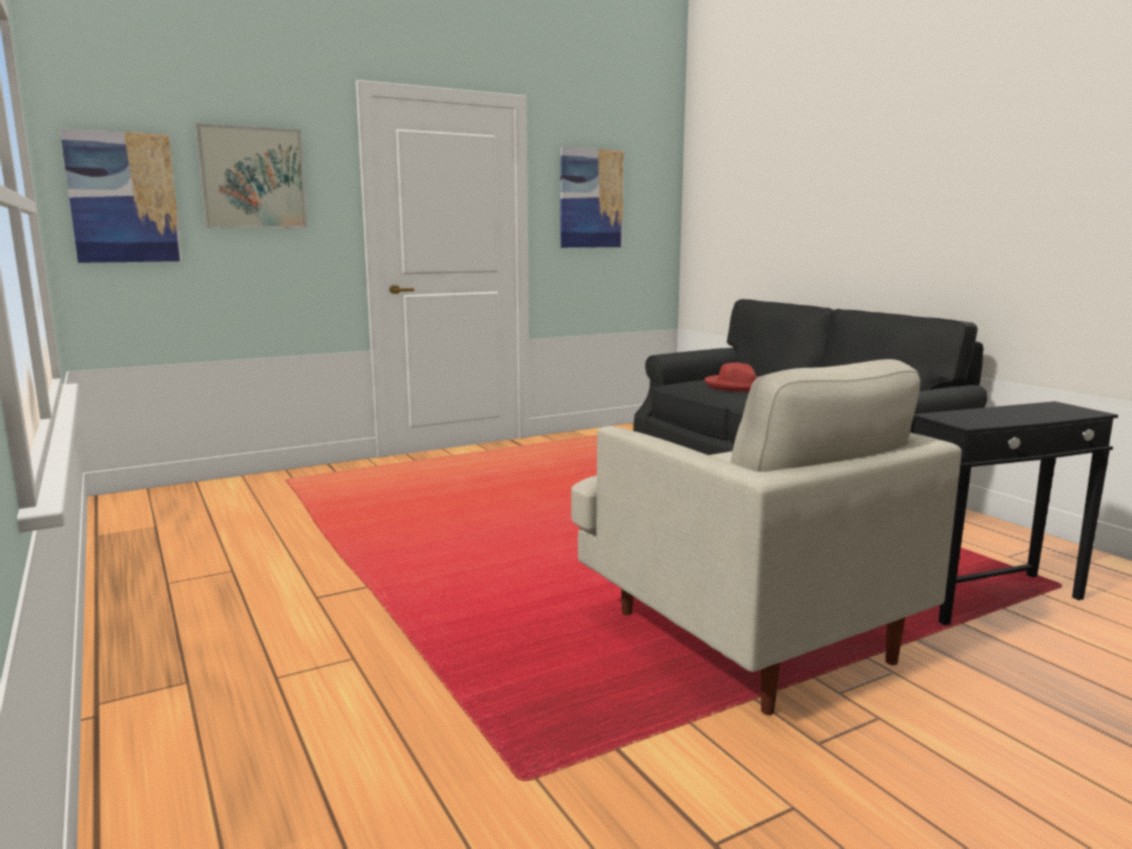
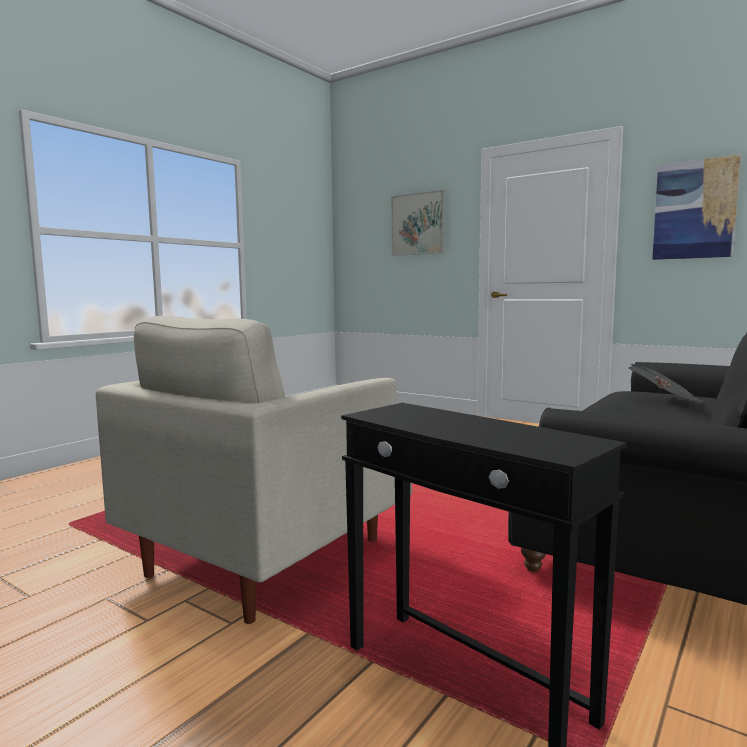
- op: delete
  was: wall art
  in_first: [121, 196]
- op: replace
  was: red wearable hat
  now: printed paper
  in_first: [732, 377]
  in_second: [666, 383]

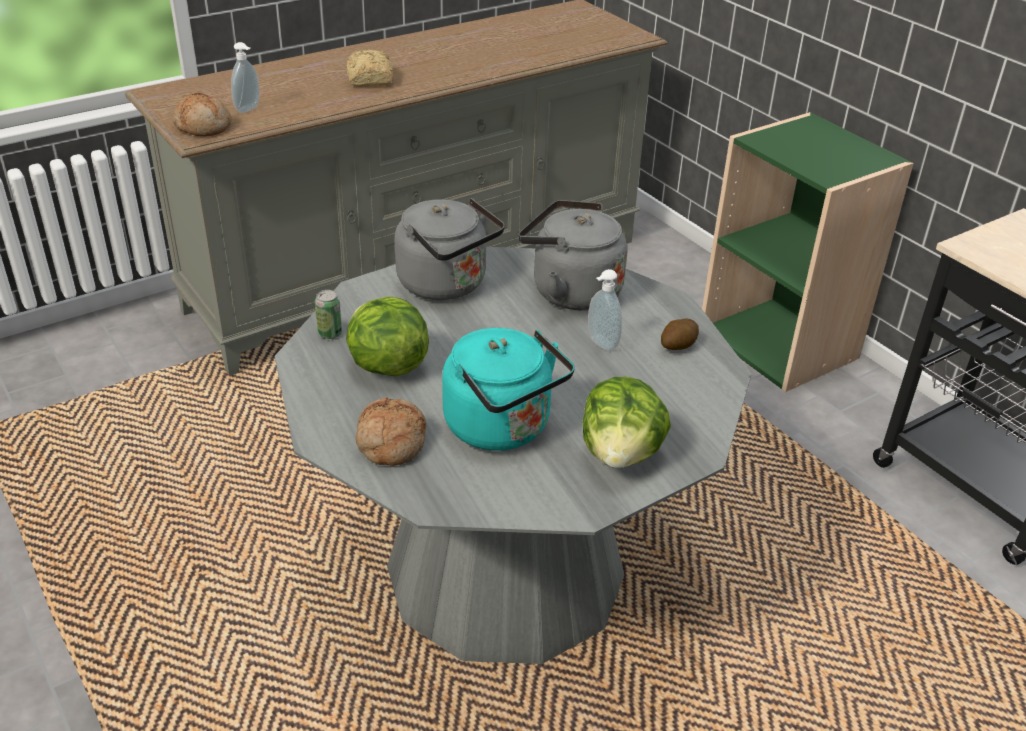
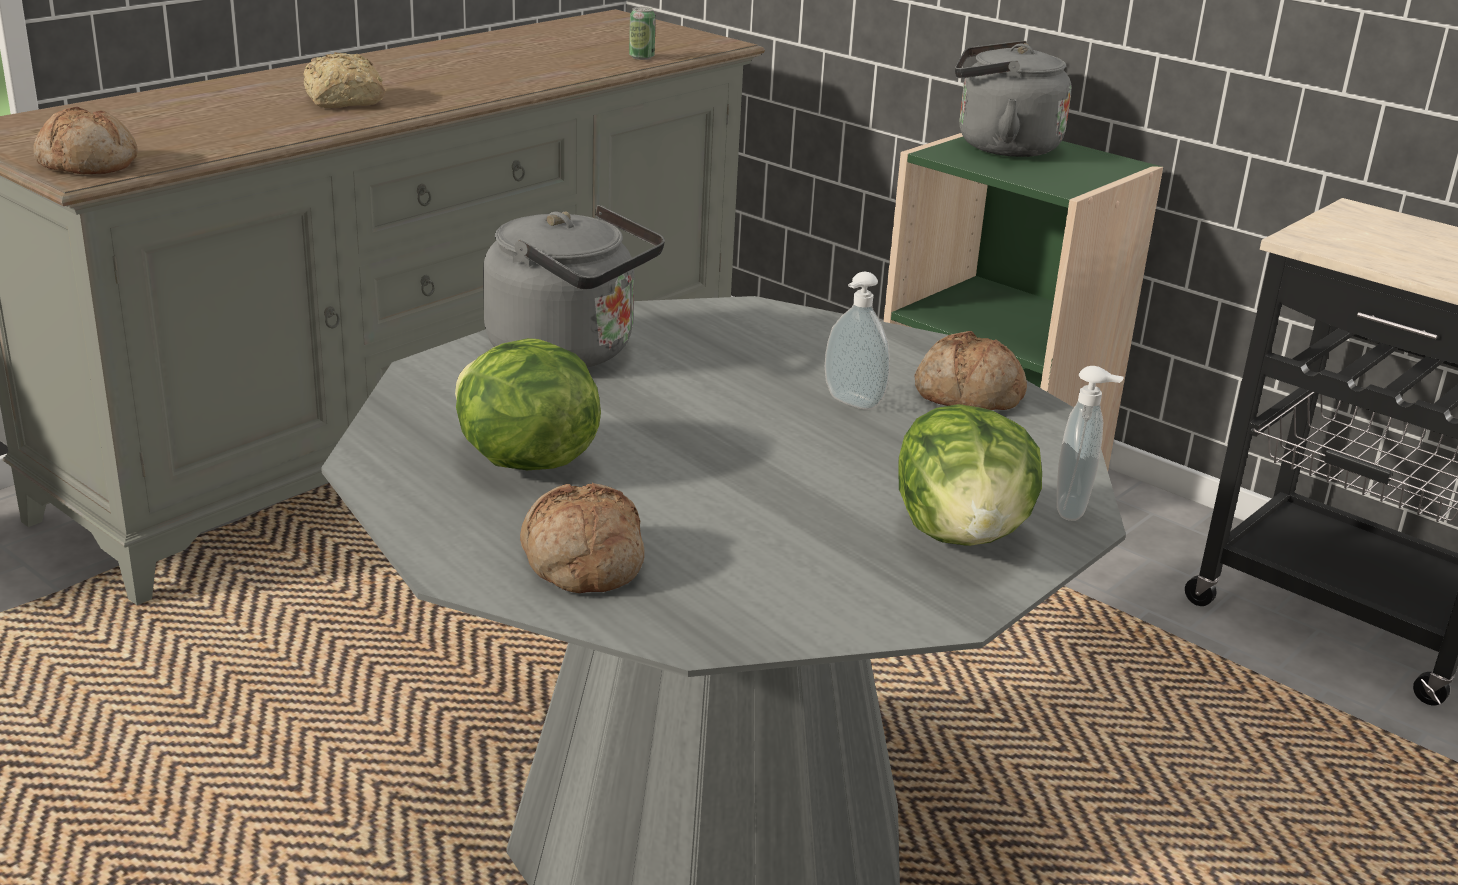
- op: move
  was: soap bottle
  in_first: [245, 77]
  in_second: [1090, 443]
- op: move
  was: gray water kettle
  in_first: [573, 255]
  in_second: [1013, 99]
- op: move
  was: metal can
  in_first: [328, 314]
  in_second: [642, 33]
- op: replace
  was: whole potato
  now: bakery bread
  in_first: [680, 334]
  in_second: [971, 370]
- op: delete
  was: blue-green water kettle
  in_first: [508, 389]

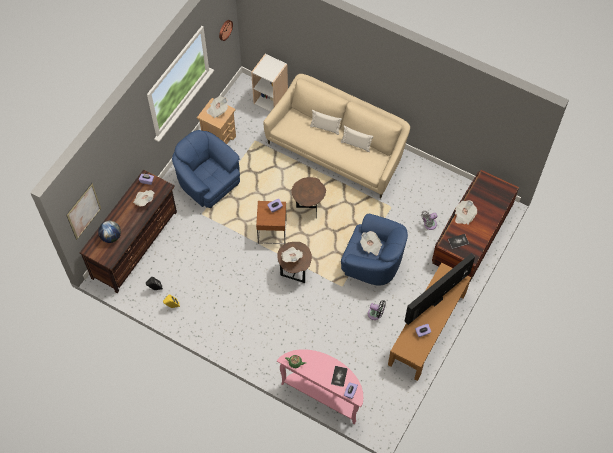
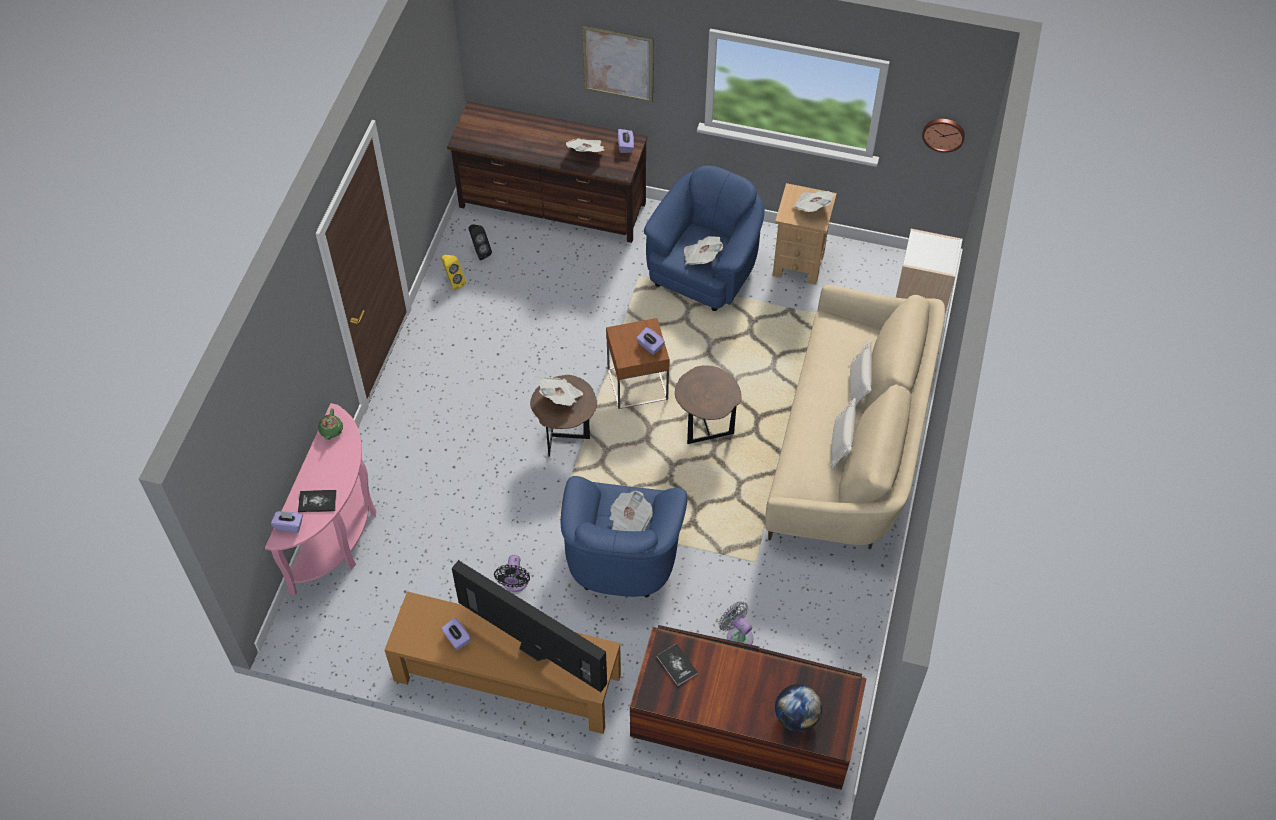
- op: move
  was: wall art
  in_first: [83, 211]
  in_second: [618, 63]
- op: move
  was: printed paper
  in_first: [466, 212]
  in_second: [703, 250]
- op: move
  was: desk globe
  in_first: [109, 232]
  in_second: [798, 708]

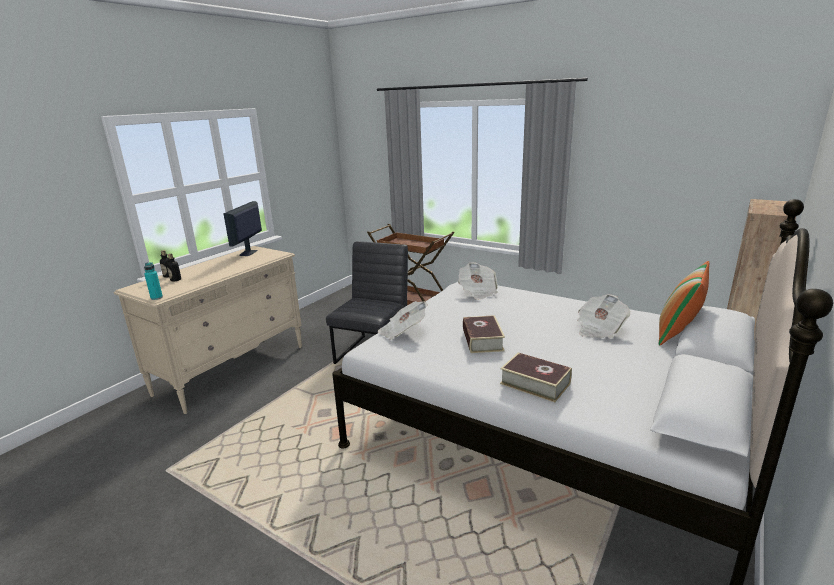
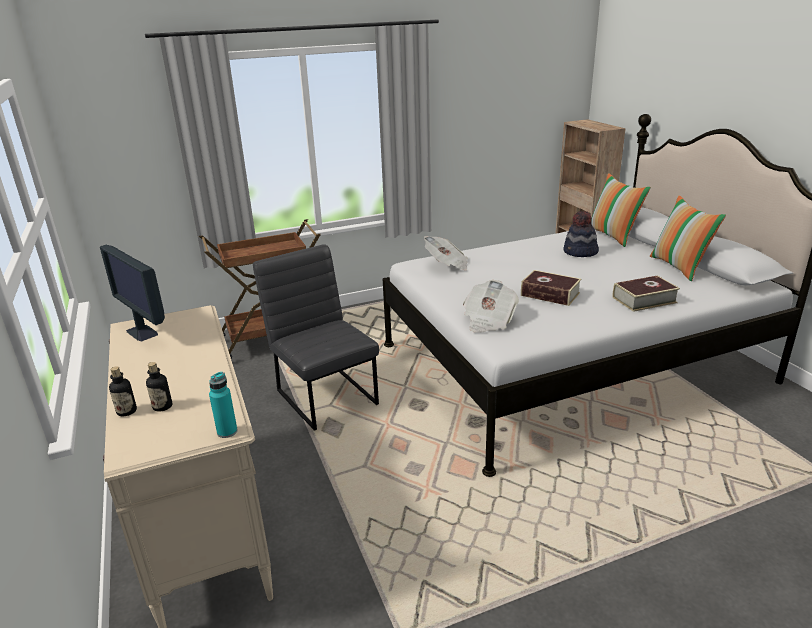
- op: replace
  was: printed paper
  now: wearable hat
  in_first: [604, 316]
  in_second: [581, 234]
- op: insert
  now: cushion
  in_second: [688, 238]

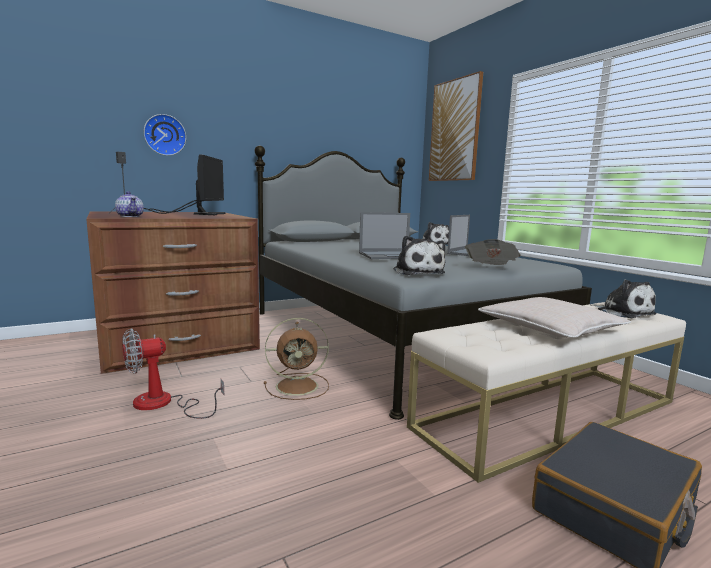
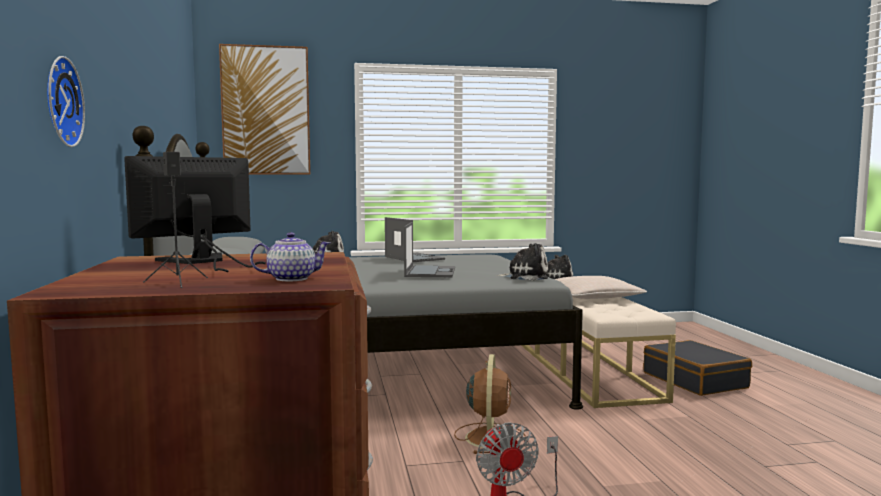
- op: rotate
  was: computer screen
  in_first: [185, 184]
  in_second: [195, 214]
  clockwise: -60
- op: delete
  was: printed paper
  in_first: [493, 252]

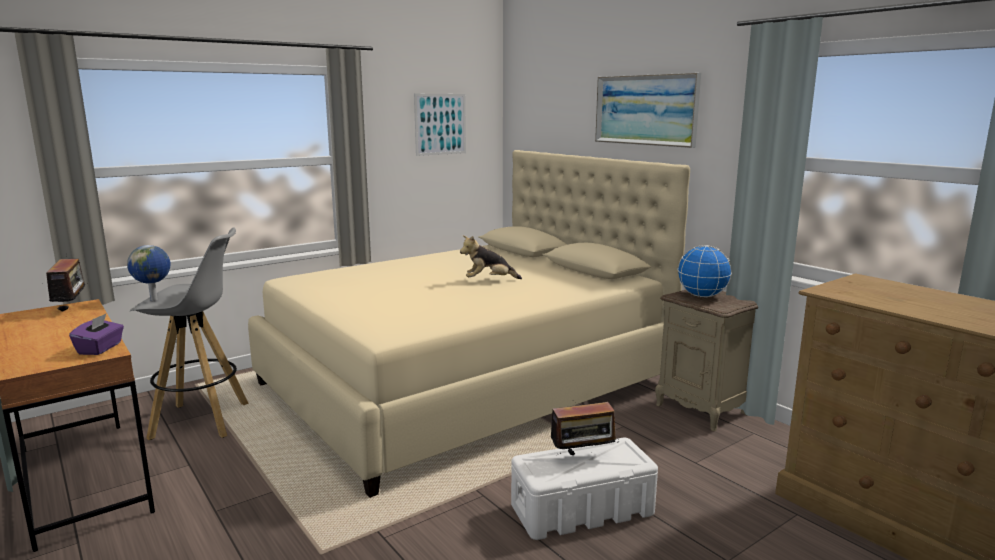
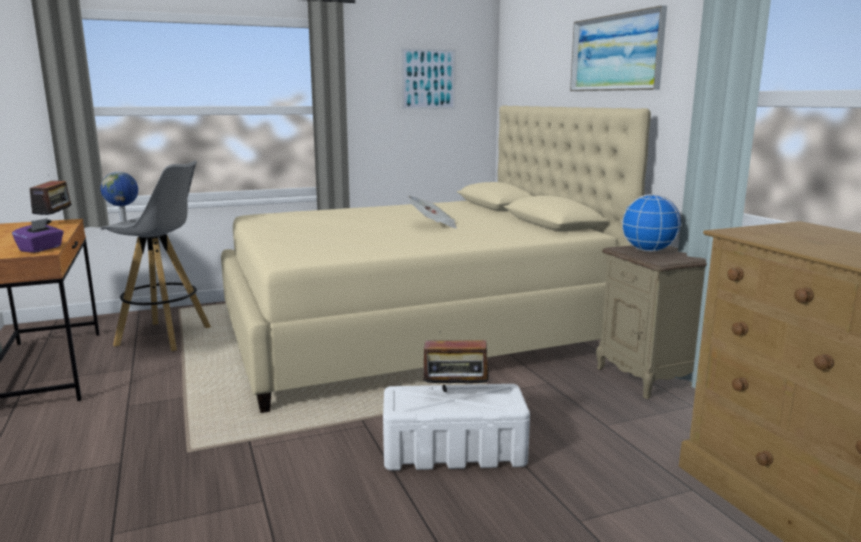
- op: replace
  was: plush toy
  now: printed paper
  in_first: [491, 257]
  in_second: [432, 212]

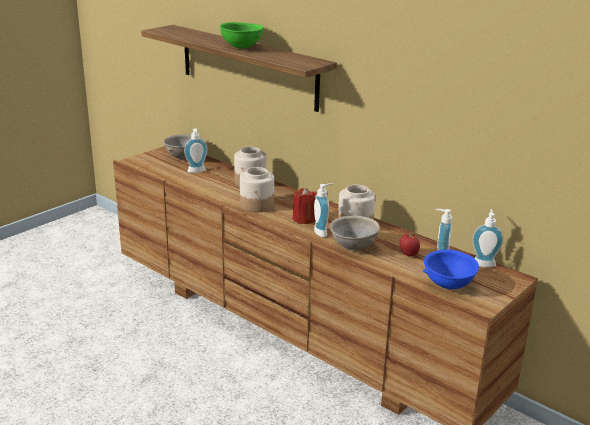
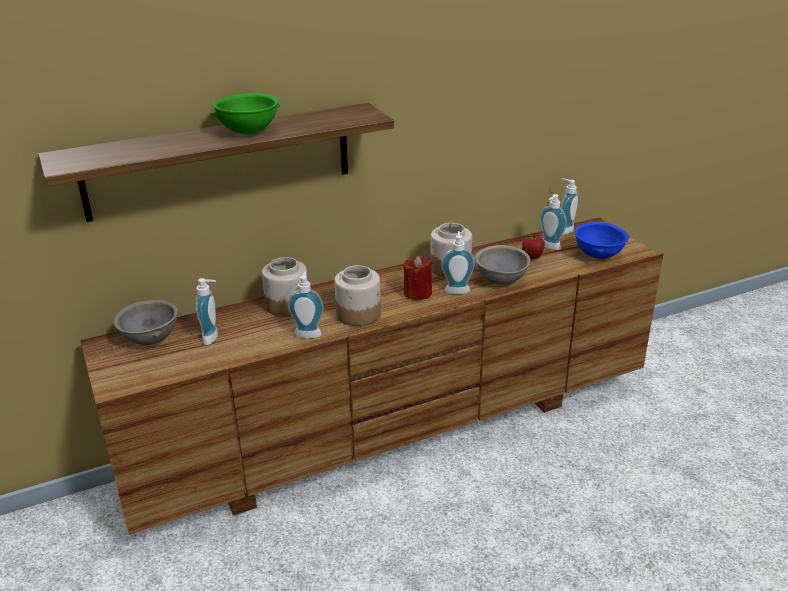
- op: insert
  now: soap bottle
  in_second: [306, 304]

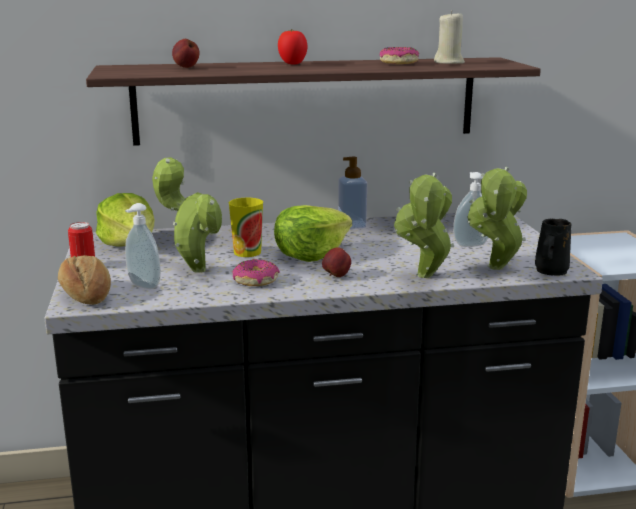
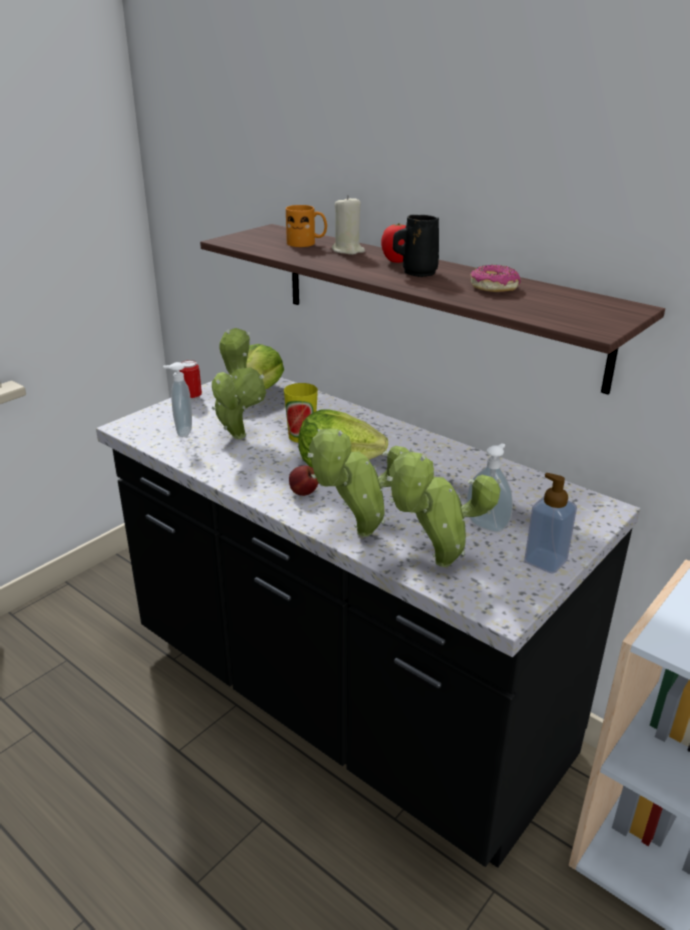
- op: move
  was: beige wax candle
  in_first: [449, 37]
  in_second: [348, 225]
- op: replace
  was: apple fruit
  now: orange tea mug
  in_first: [186, 53]
  in_second: [306, 226]
- op: move
  was: soap bottle
  in_first: [352, 193]
  in_second: [550, 523]
- op: move
  was: black-coloured tea mug
  in_first: [553, 247]
  in_second: [416, 246]
- op: delete
  was: bakery bread
  in_first: [84, 279]
- op: delete
  was: doughnut
  in_first: [256, 272]

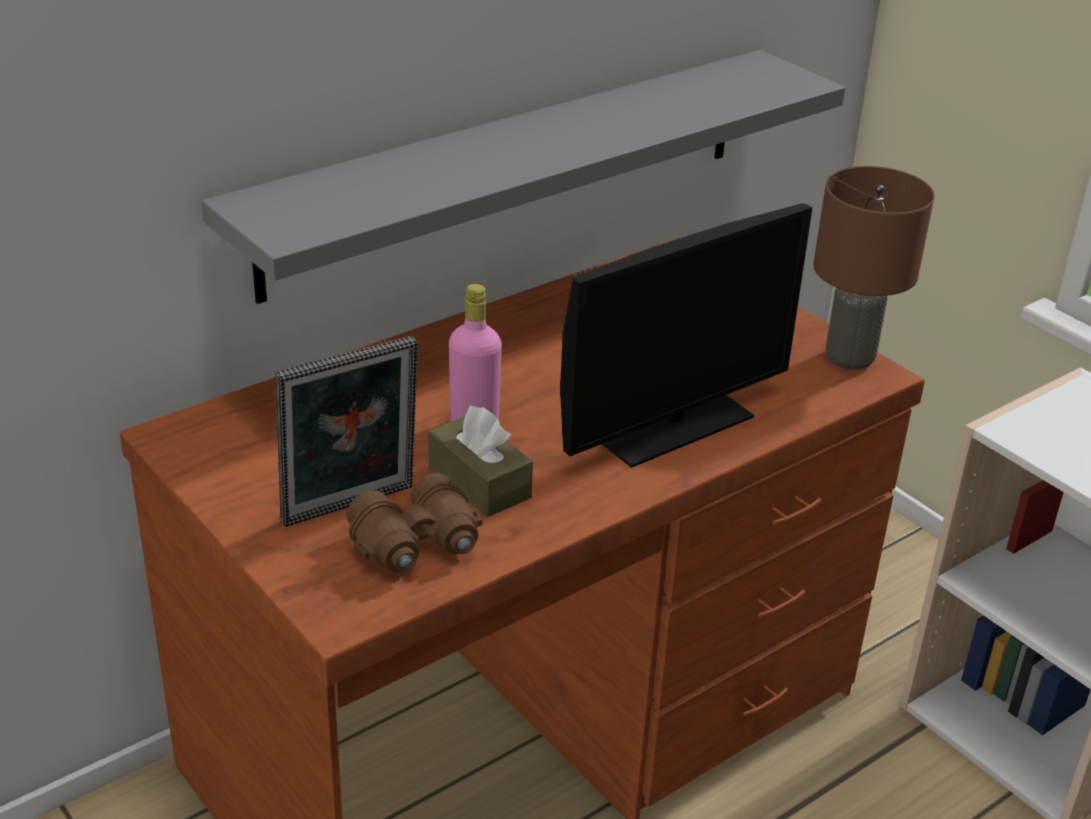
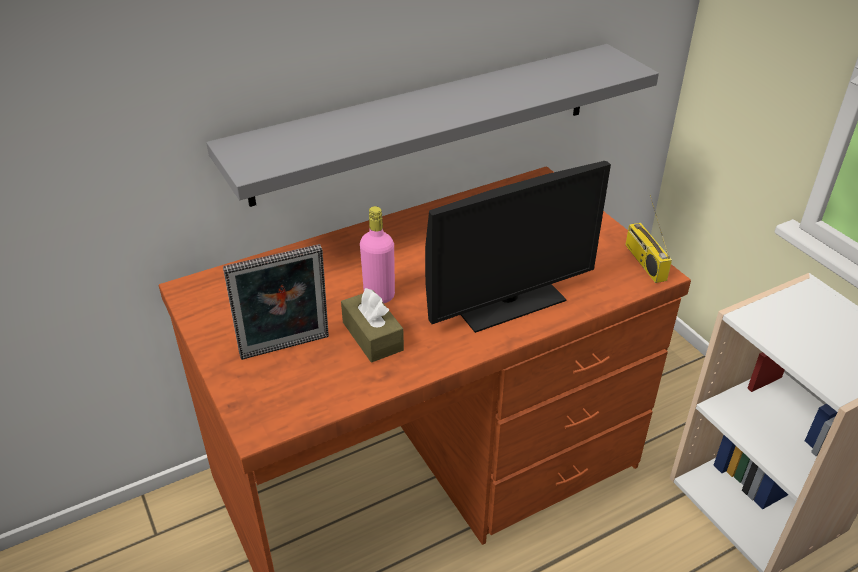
- op: replace
  was: brown lamp for a table
  now: radio set
  in_first: [873, 268]
  in_second: [648, 239]
- op: delete
  was: brown field glasses
  in_first: [414, 522]

